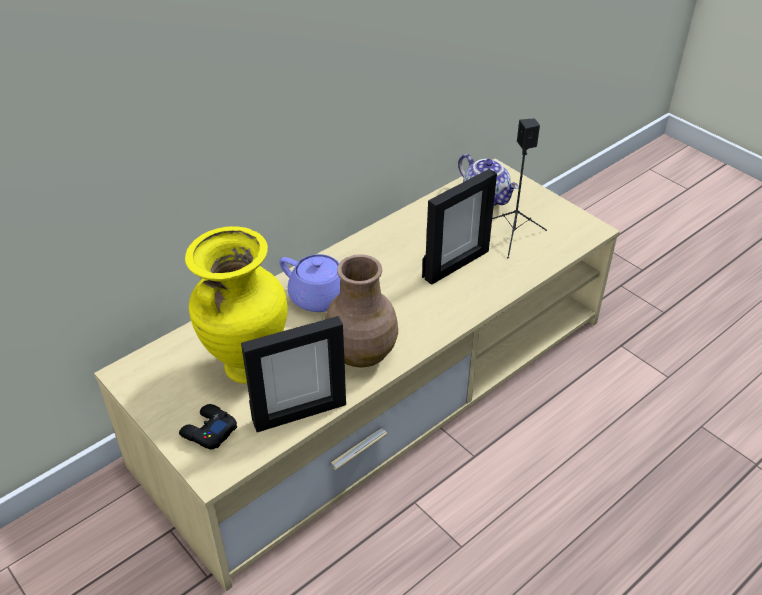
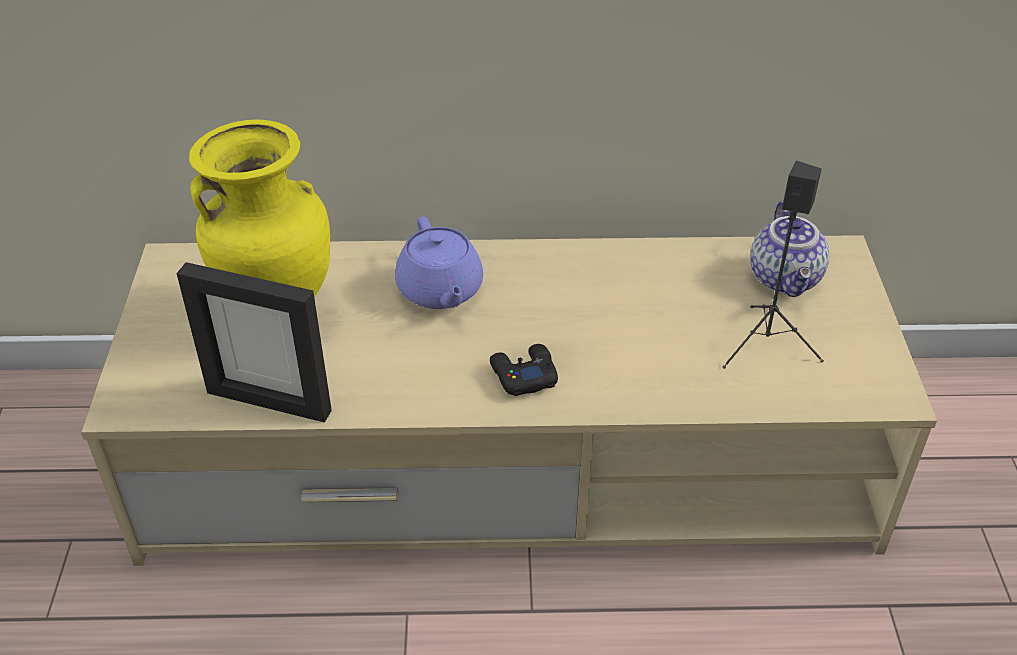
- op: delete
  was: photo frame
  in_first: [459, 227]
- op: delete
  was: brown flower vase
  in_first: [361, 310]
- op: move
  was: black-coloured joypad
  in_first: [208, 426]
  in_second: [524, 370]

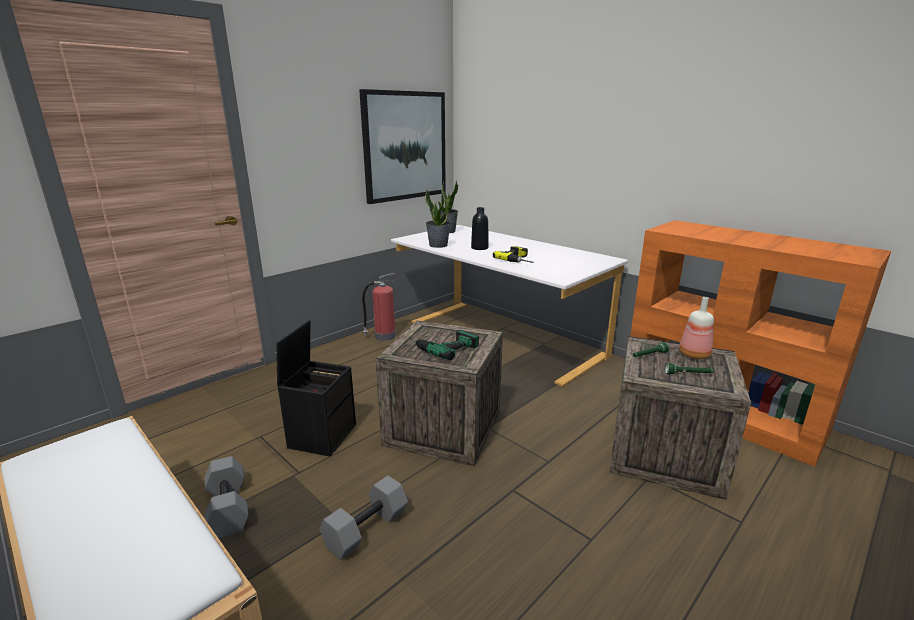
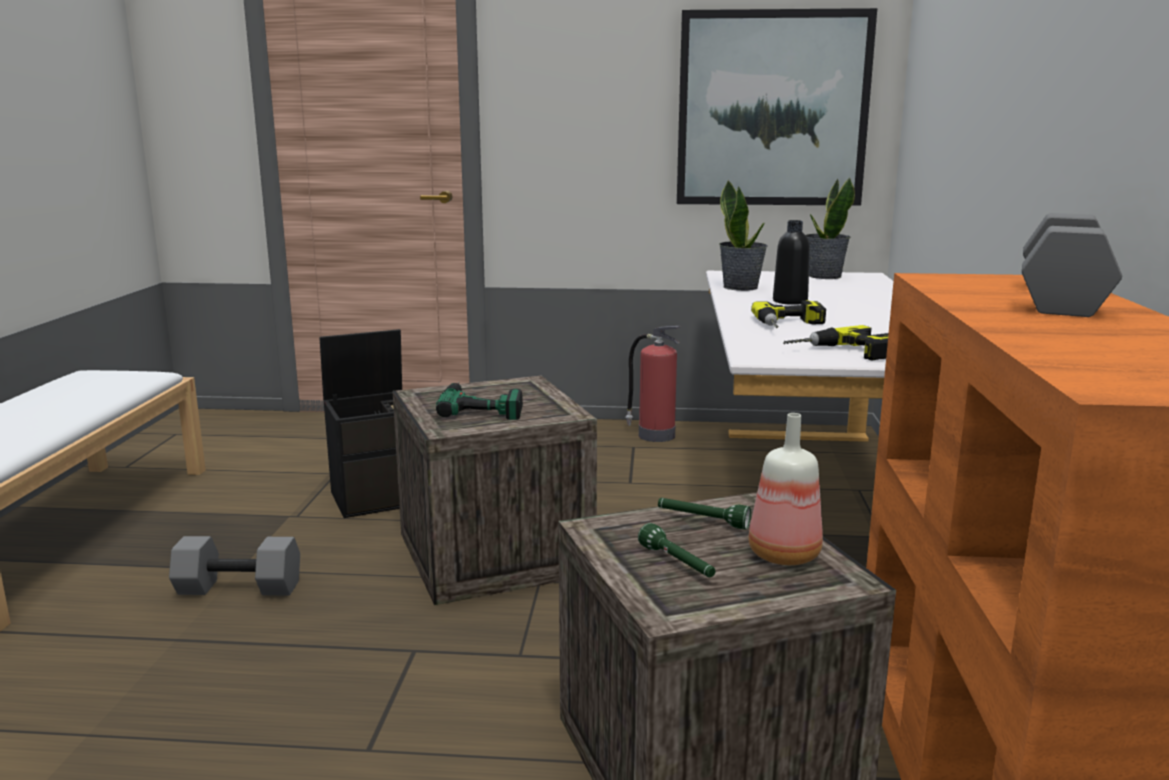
- op: move
  was: gray dumbbell
  in_first: [226, 497]
  in_second: [1072, 265]
- op: insert
  now: electric drill
  in_second: [836, 343]

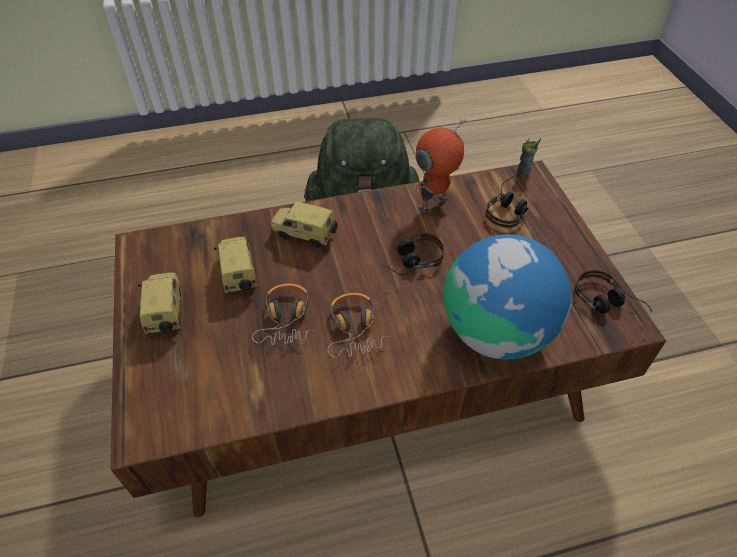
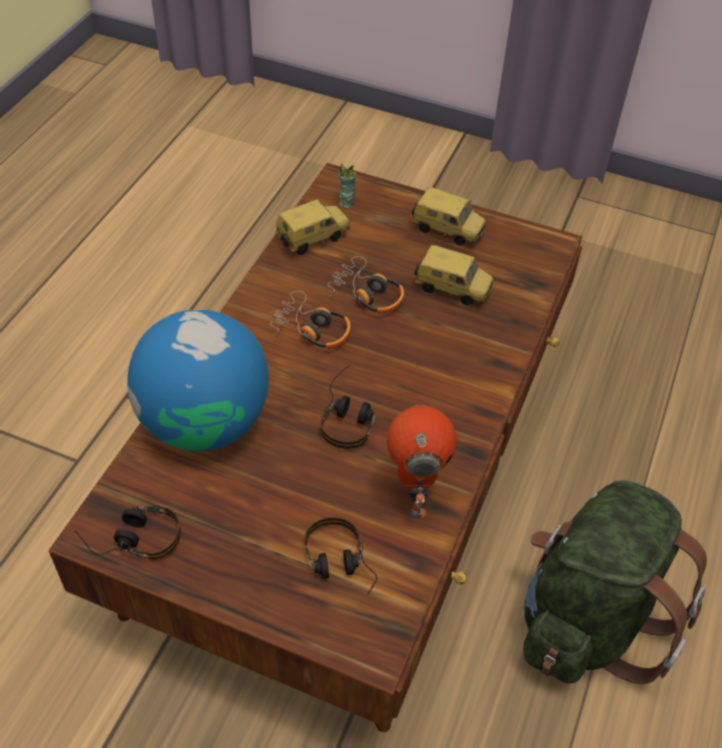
- op: move
  was: small cup
  in_first: [529, 156]
  in_second: [347, 185]
- op: move
  was: model car
  in_first: [304, 224]
  in_second: [313, 227]

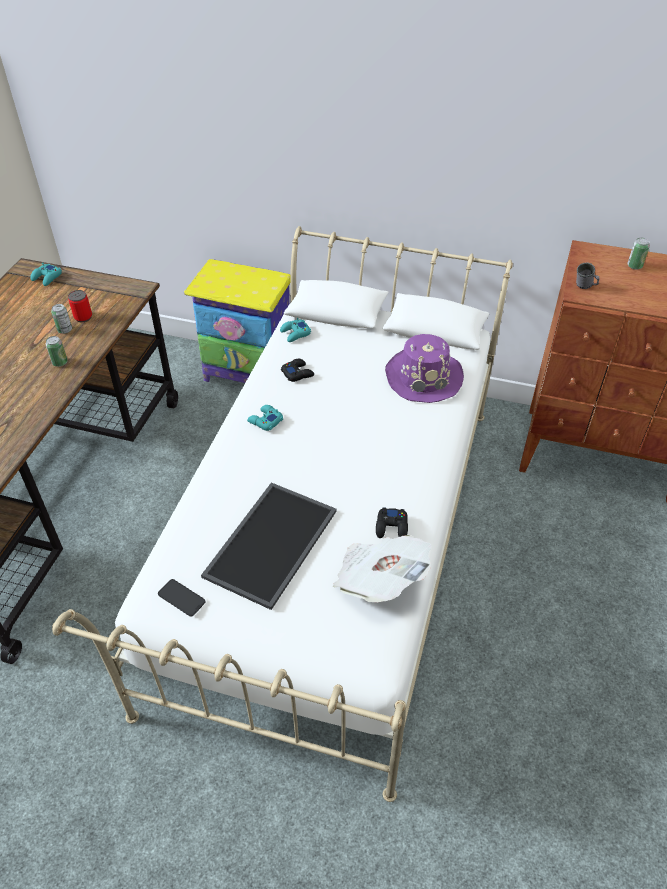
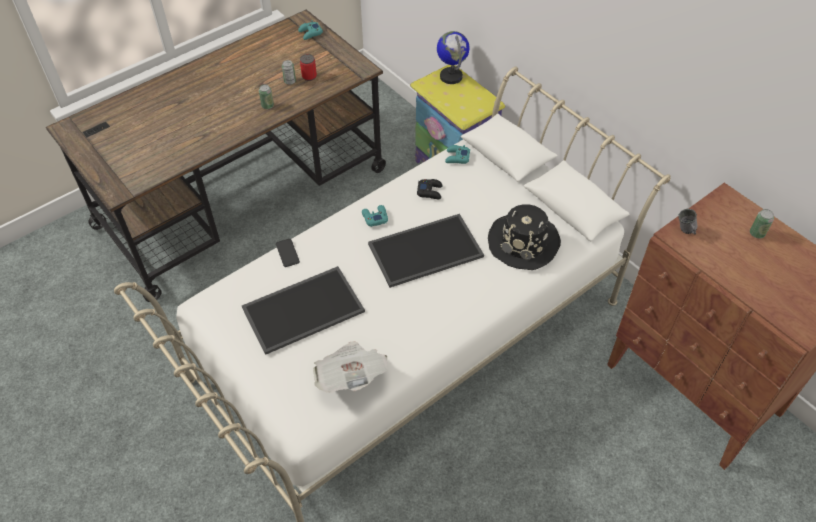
- op: recolor
  was: purple-coloured wearable hat
  now: black-coloured wearable hat
  in_first: [424, 368]
  in_second: [524, 237]
- op: delete
  was: black-coloured joypad
  in_first: [392, 523]
- op: move
  was: phone
  in_first: [181, 597]
  in_second: [288, 253]
- op: insert
  now: desk globe
  in_second: [453, 57]
- op: insert
  now: carrying tray
  in_second: [426, 251]

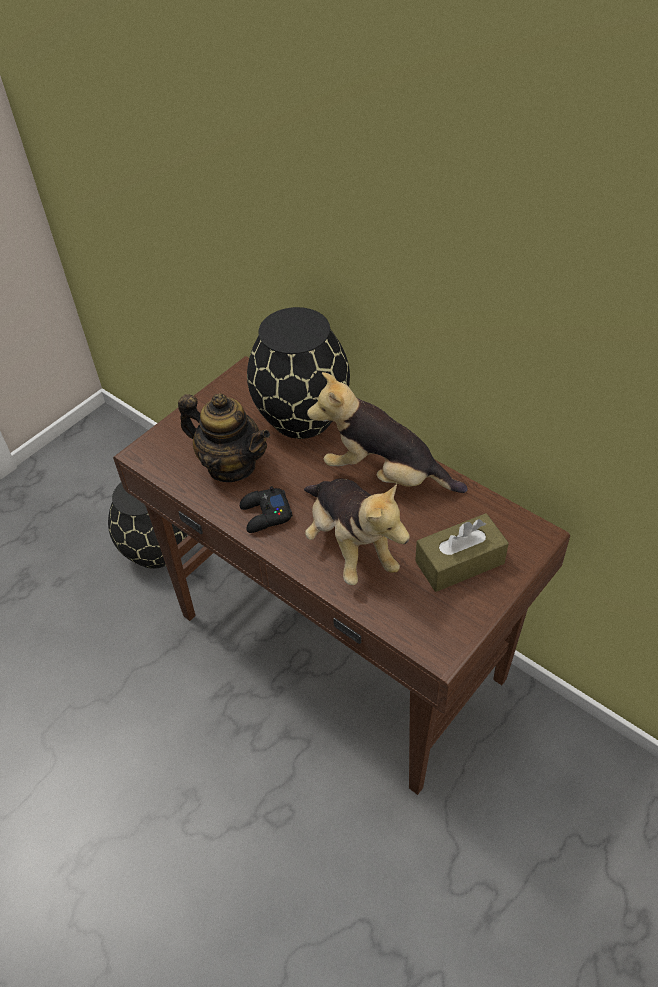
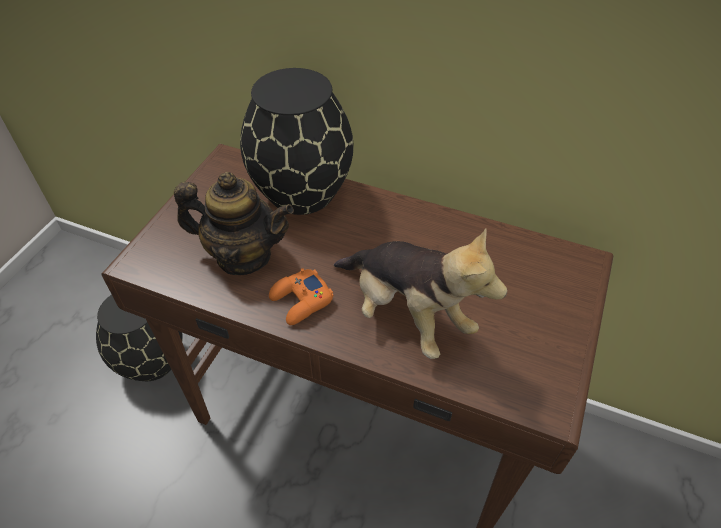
- op: delete
  was: plush toy
  in_first: [387, 432]
- op: recolor
  was: black-coloured joypad
  now: orange joypad
  in_first: [266, 509]
  in_second: [301, 296]
- op: delete
  was: brown box of tissues
  in_first: [462, 552]

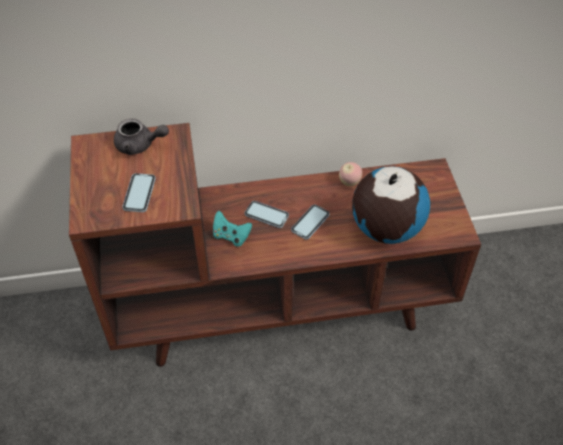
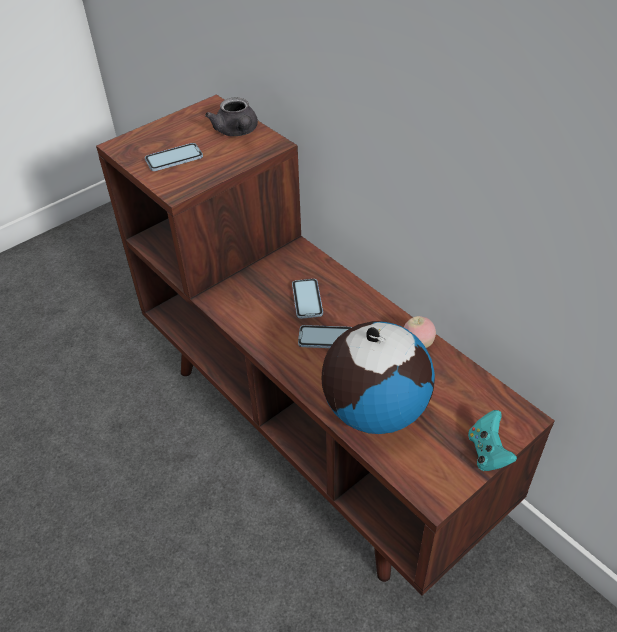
- op: move
  was: blue-green joypad
  in_first: [232, 228]
  in_second: [492, 440]

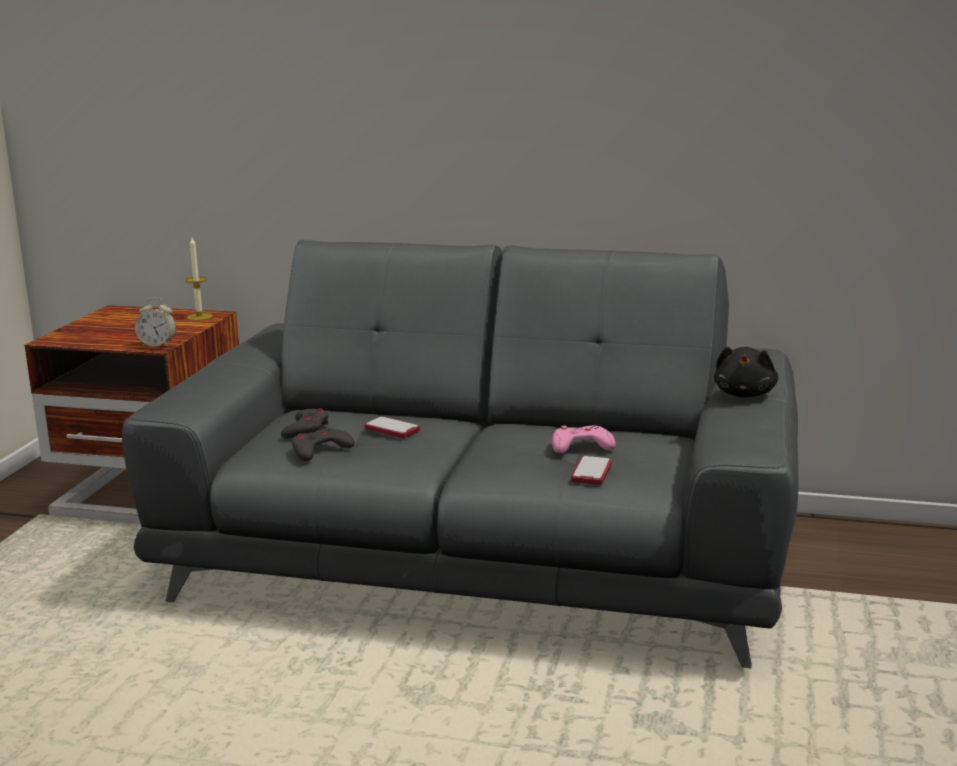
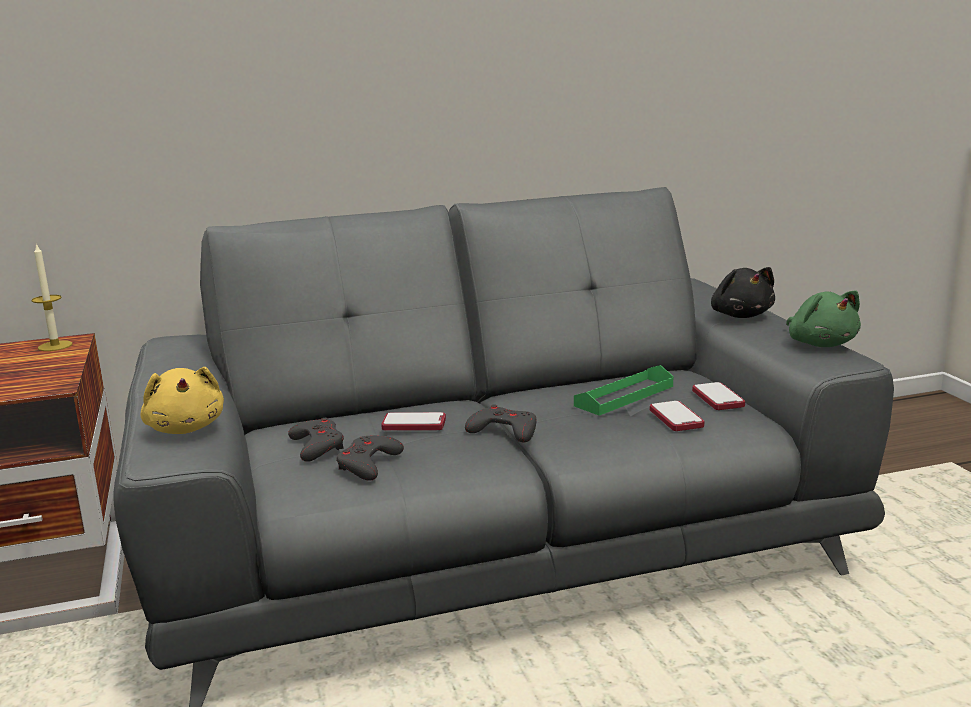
- op: delete
  was: alarm clock
  in_first: [155, 322]
- op: replace
  was: pinkish joypad
  now: green-coloured carrying tray
  in_first: [584, 439]
  in_second: [623, 390]
- op: insert
  now: green-coloured plush toy
  in_second: [823, 319]
- op: insert
  now: yellow plush toy
  in_second: [182, 400]
- op: insert
  now: phone
  in_second: [718, 396]
- op: insert
  now: gray joypad
  in_second: [501, 423]

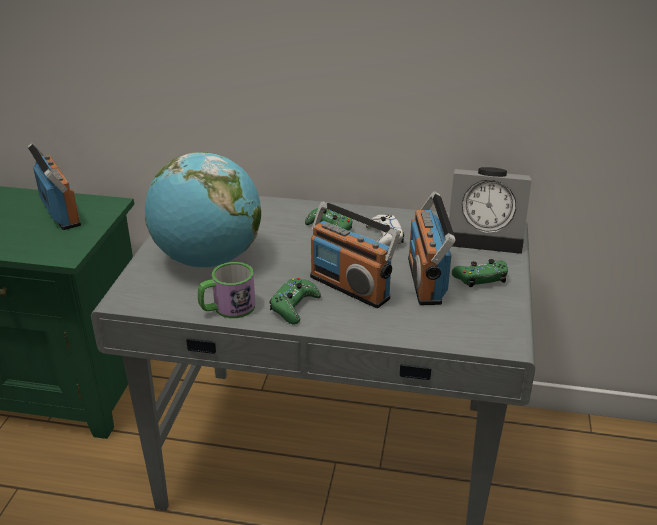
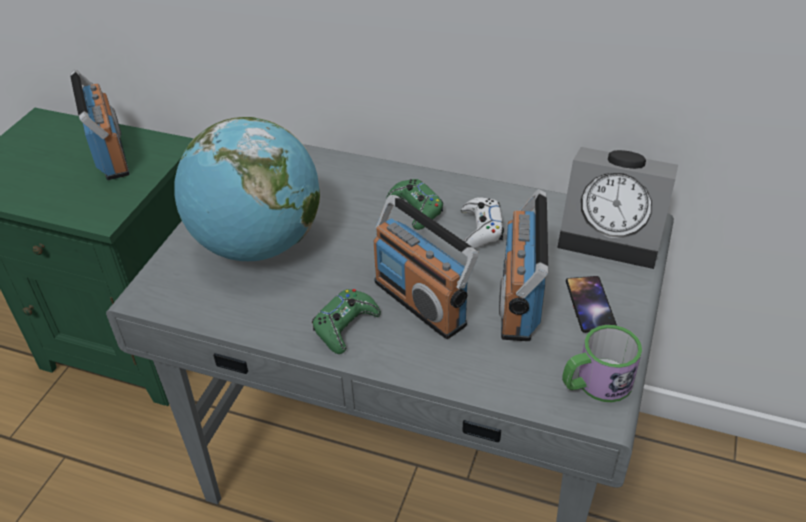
- op: replace
  was: green-coloured joypad
  now: phone
  in_first: [480, 273]
  in_second: [591, 304]
- op: move
  was: tea mug
  in_first: [226, 290]
  in_second: [602, 363]

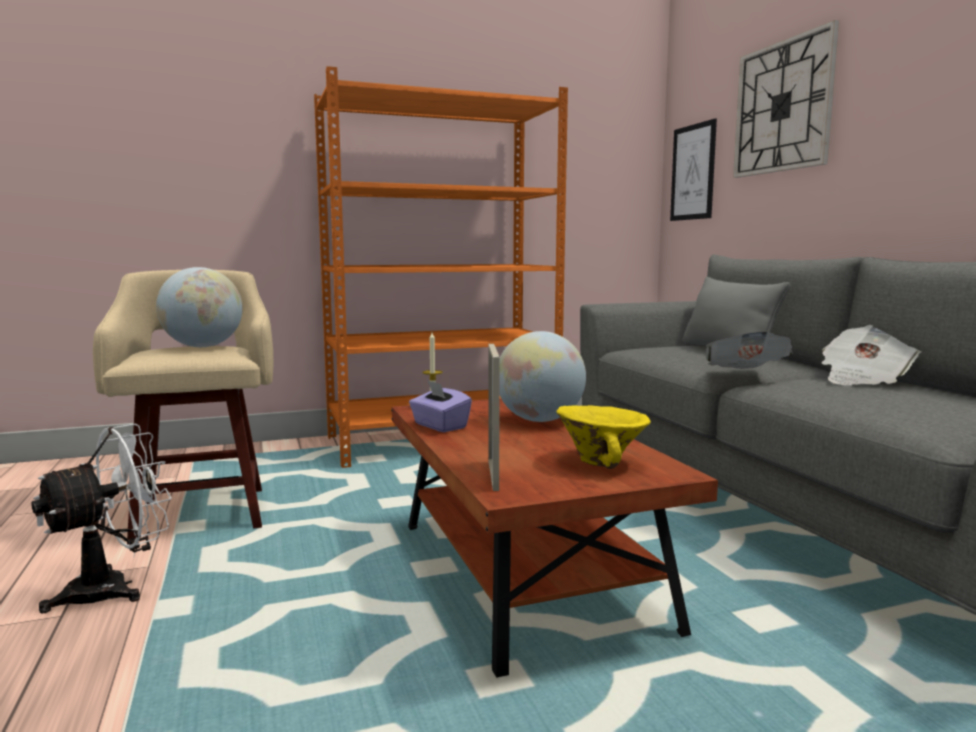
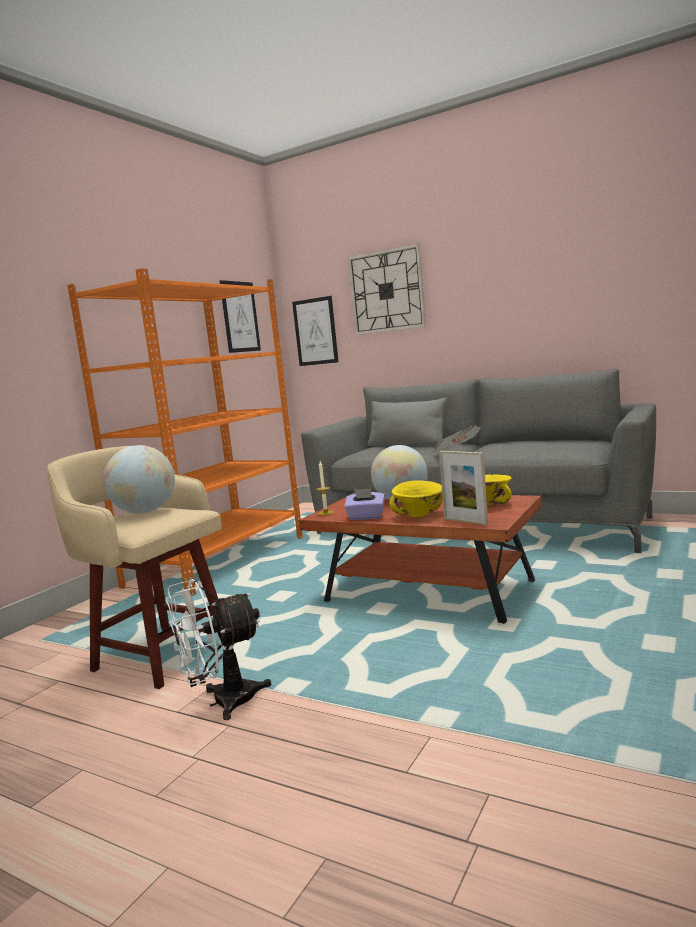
- op: delete
  was: printed paper
  in_first: [872, 355]
- op: rotate
  was: white fan
  in_first: [101, 519]
  in_second: [219, 649]
  clockwise: -120
- op: insert
  now: wall art
  in_second: [240, 316]
- op: insert
  now: yellow bowl
  in_second: [416, 499]

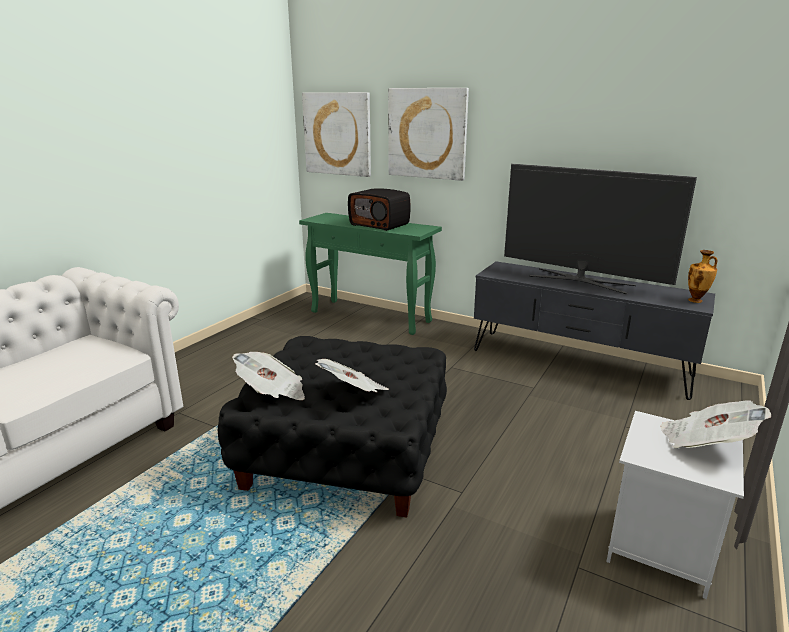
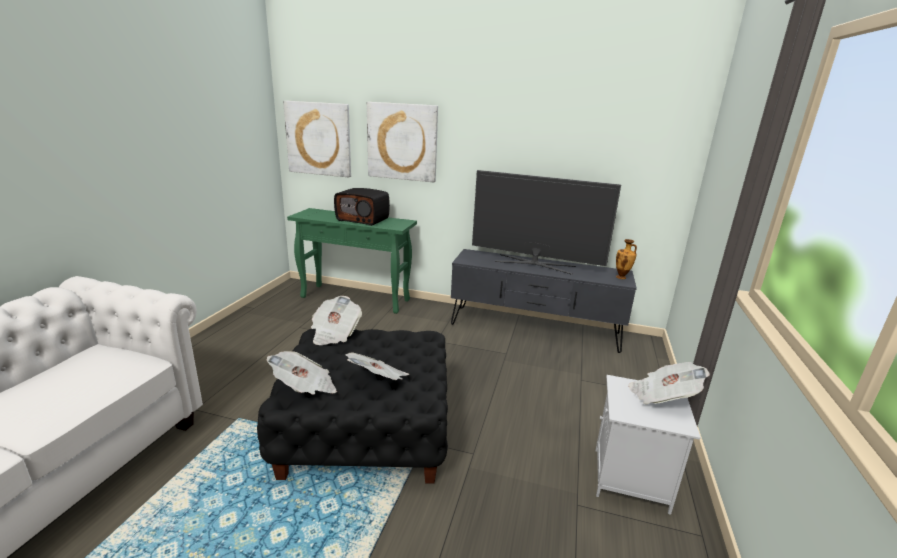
- op: insert
  now: printed paper
  in_second: [336, 320]

